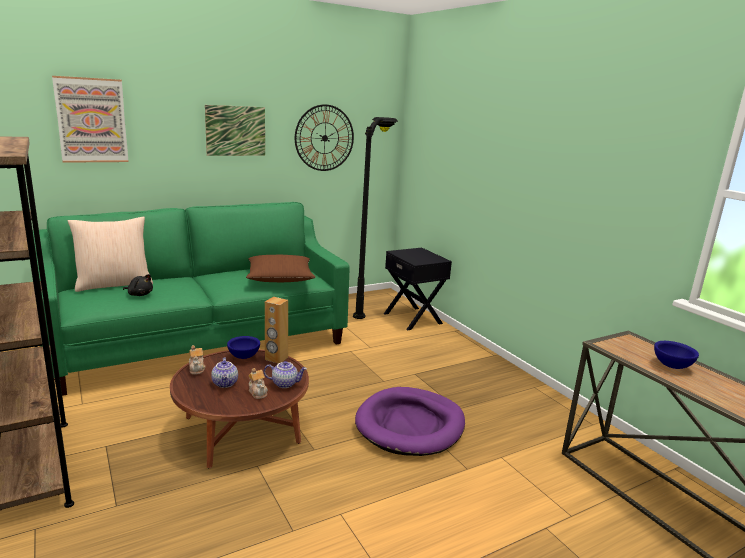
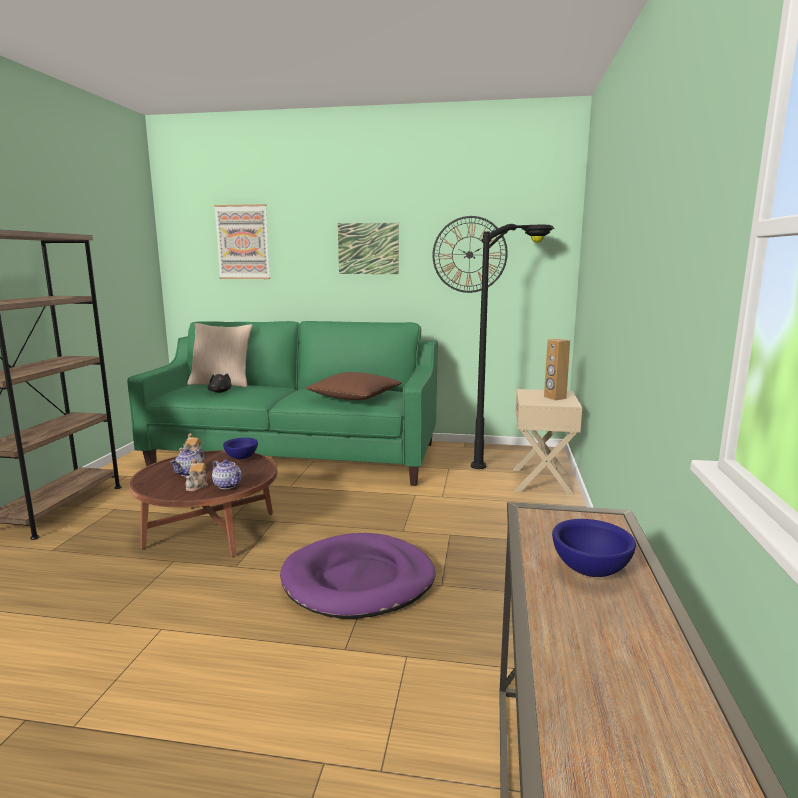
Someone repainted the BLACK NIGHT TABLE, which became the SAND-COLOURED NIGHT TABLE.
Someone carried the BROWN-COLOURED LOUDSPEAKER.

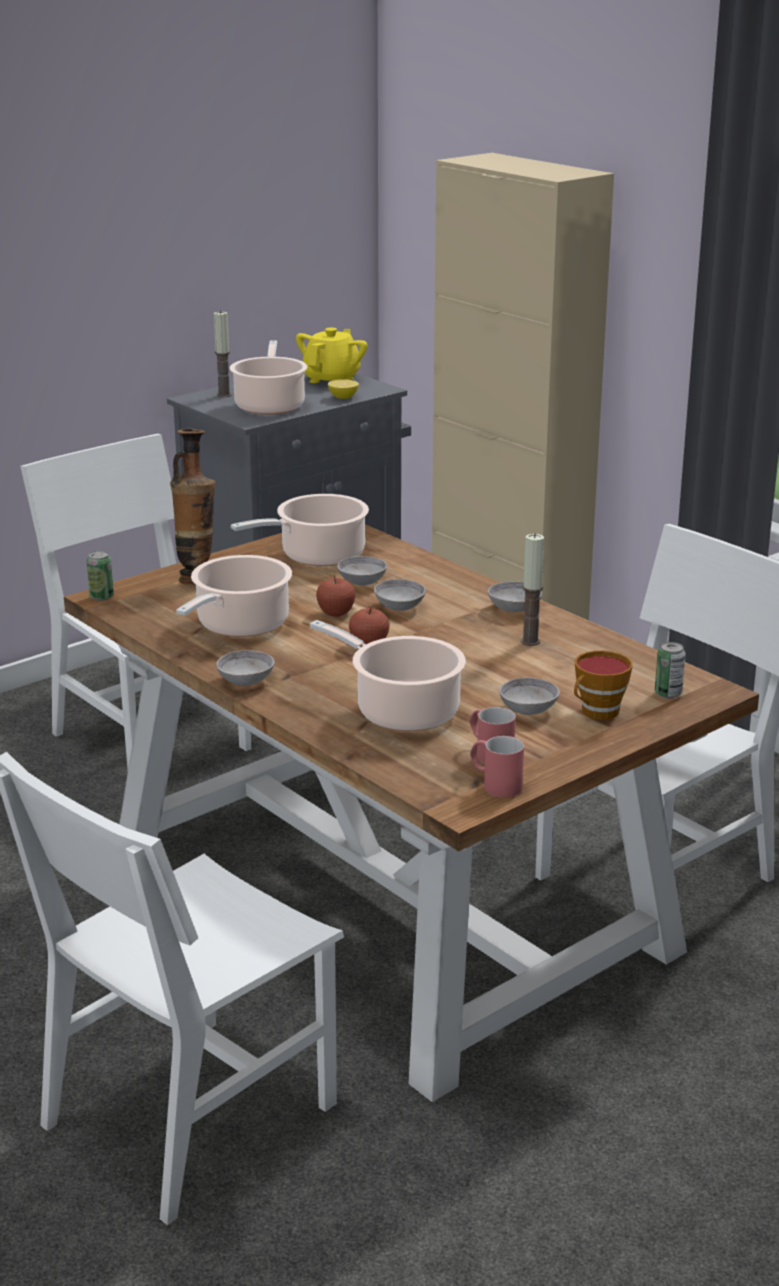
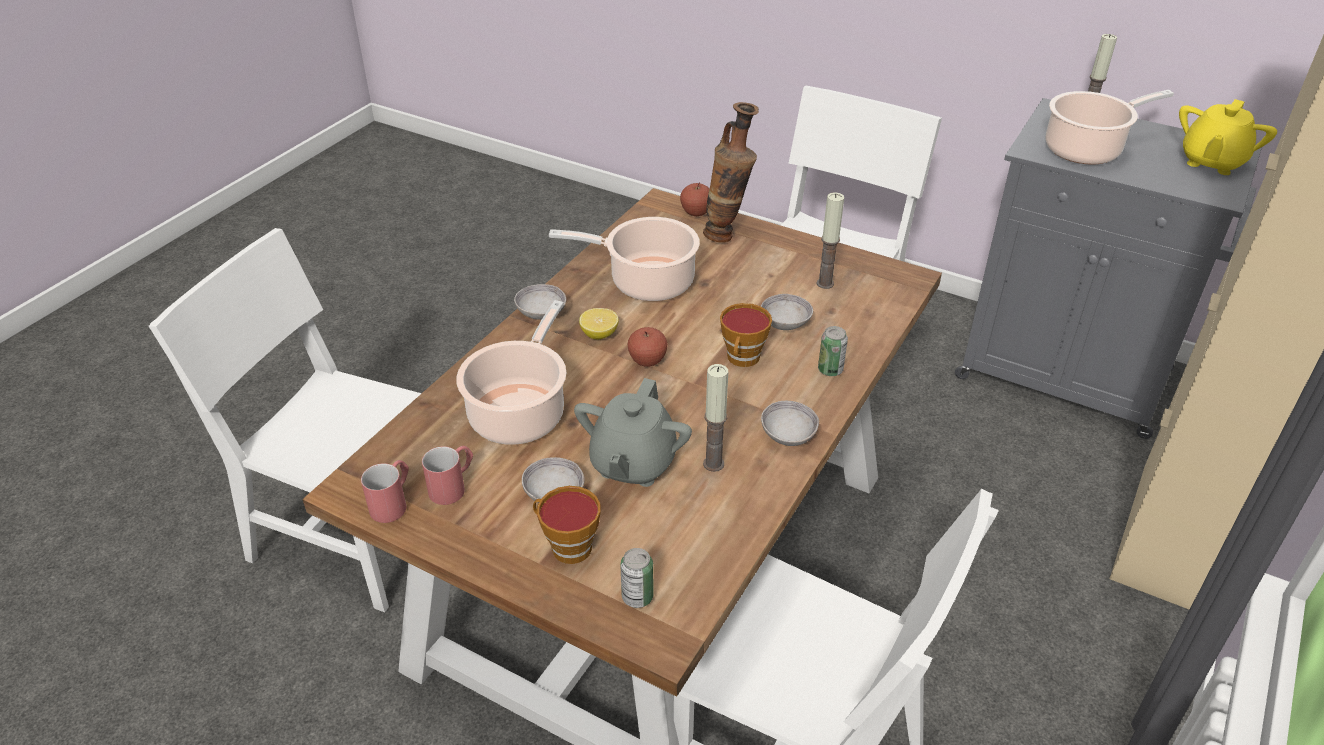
Someone rotated the YELLOW POT FOR TEA by 120 degrees clockwise.
Someone carried the LEMON.
Someone swapped the COOKING POT (3rd from left) for the WAX LIGHT (2nd from left).
Someone carried the METAL CAN (1st from left in the first image).
Someone carried the APPLE FRUIT (1st from left in the first image).
Someone swapped the GREYISH DEEP DISH (3rd from left) for the CUP (2nd from left).
Someone put down the GREYISH POT FOR TEA.

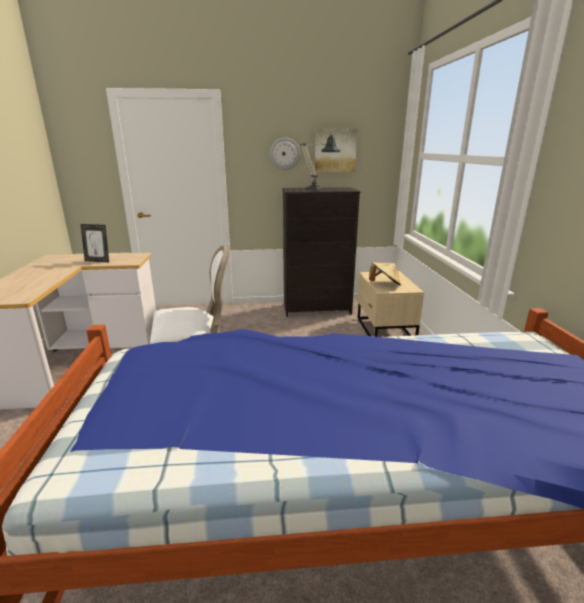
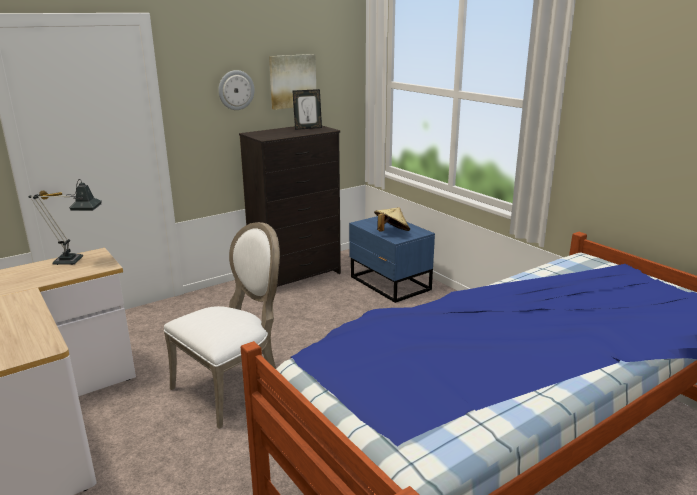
Someone carried the TABLETOP LAMP.
Someone carried the PHOTO FRAME.
Someone repainted the SAND-COLOURED NIGHT TABLE, which became the BLUE NIGHT TABLE.

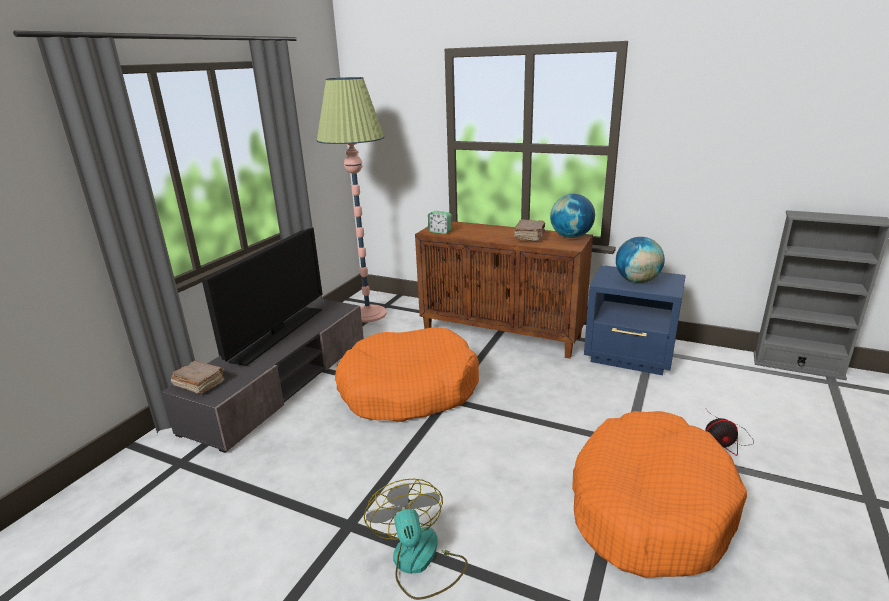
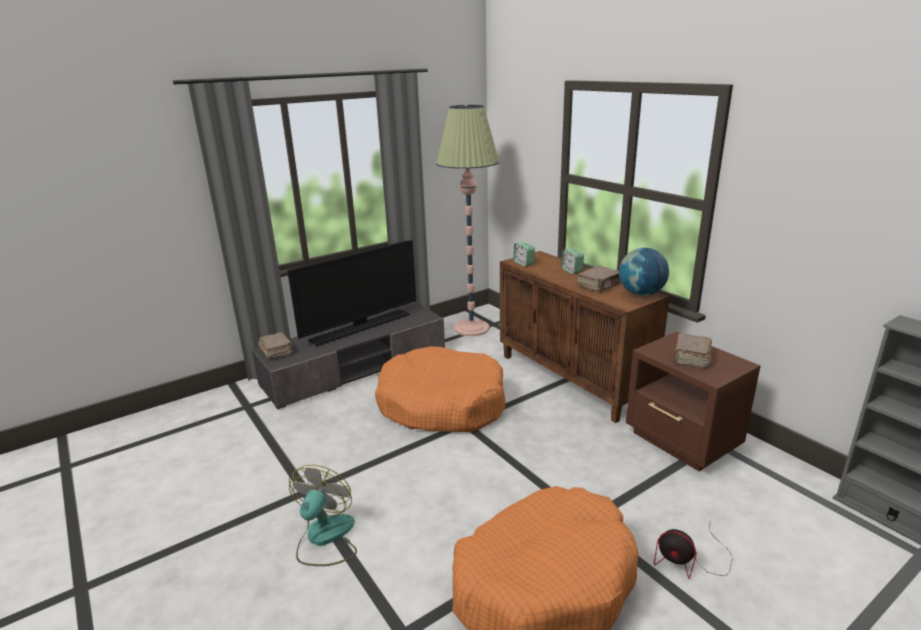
Someone swapped the WORLD GLOBE (2nd from left) for the BROWN-COLOURED VOLUME (3rd from left).
Someone repainted the BLUE NIGHT TABLE, which became the BROWN-COLOURED NIGHT TABLE.
Someone put down the ALARM CLOCK (2nd from left).

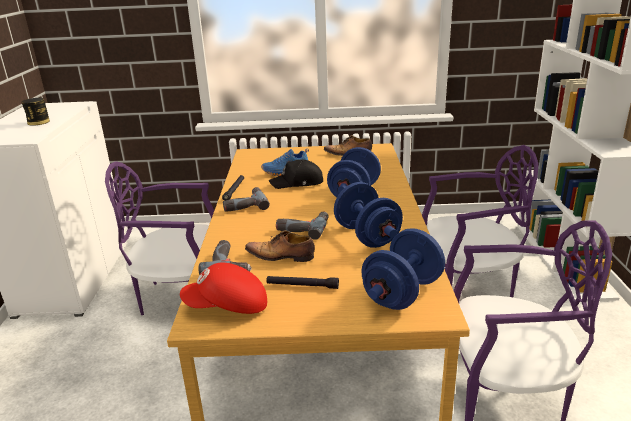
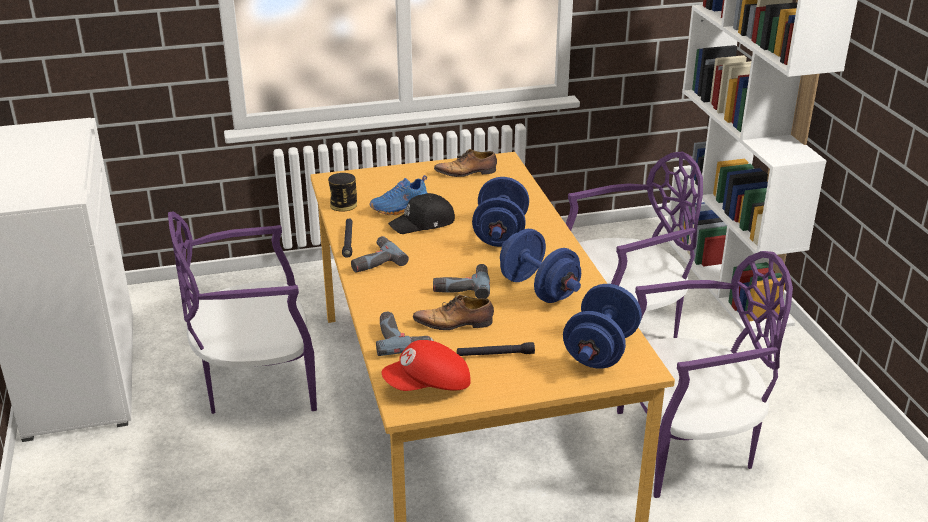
Someone carried the METAL CAN.

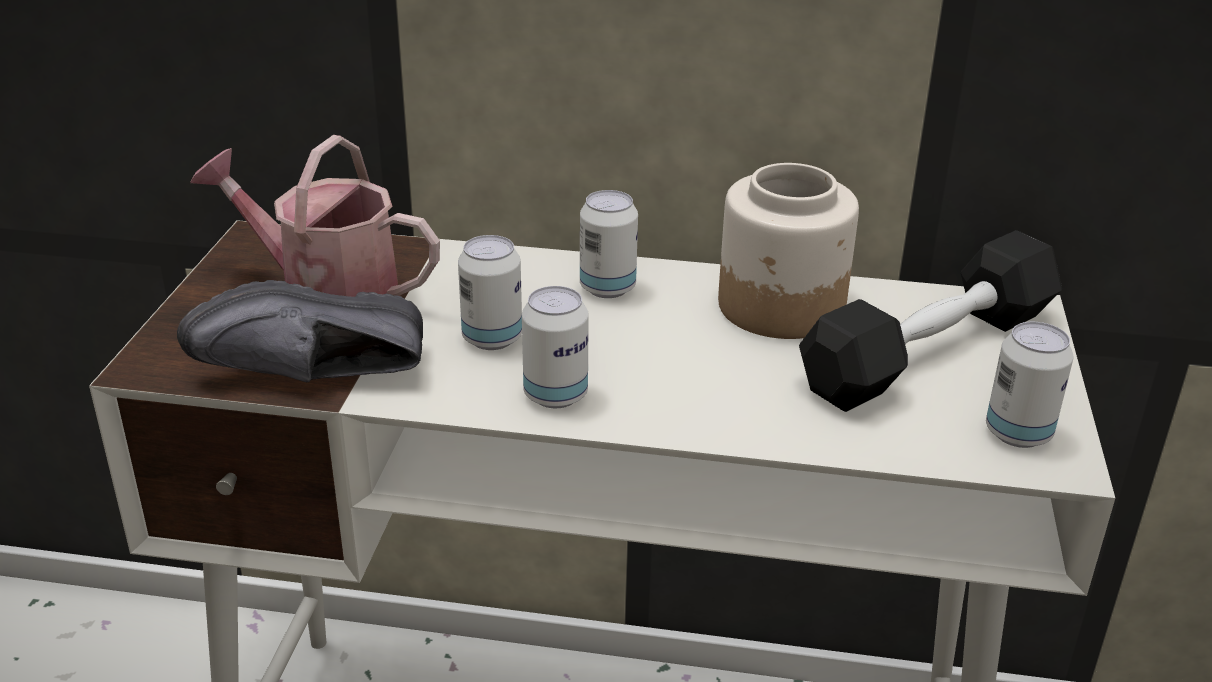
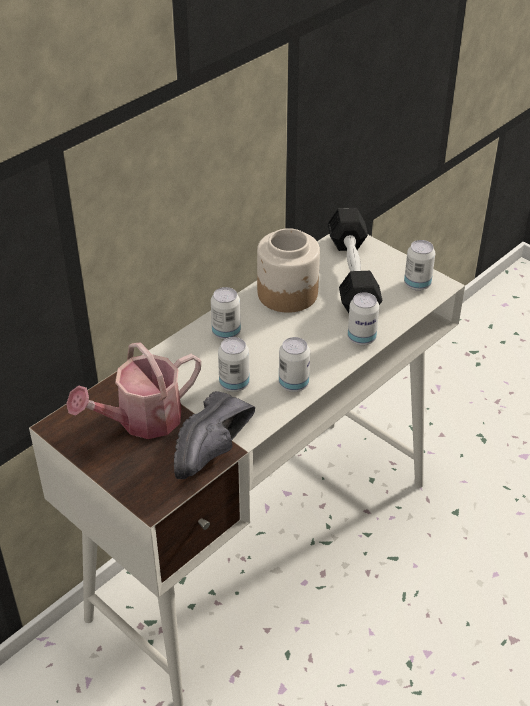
Someone put down the METAL CAN (4th from left).

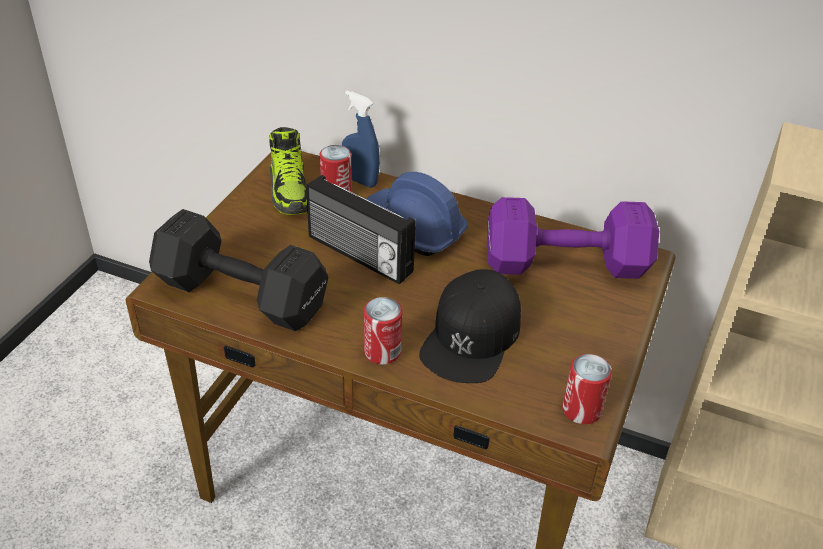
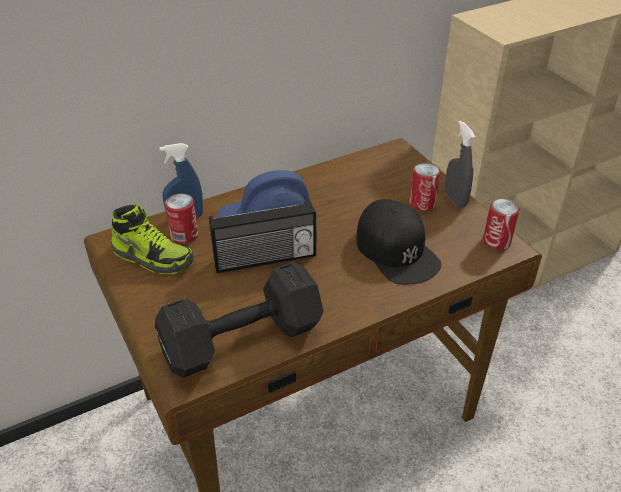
Someone took away the PURPLE FREE WEIGHT.
Someone carried the METAL CAN (2nd from left).
Someone put down the GREYISH SPRAY BOTTLE.

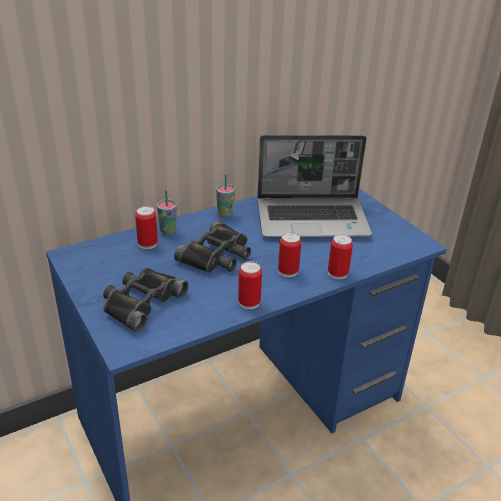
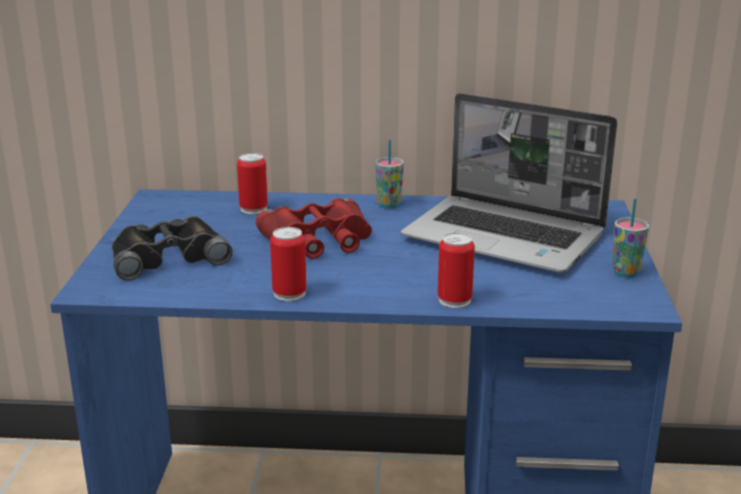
Someone carried the CUP (1st from left in the first image).
Someone repainted the BLACK BINOCULARS (2nd from left), which became the REDDISH BINOCULARS.
Someone took away the METAL CAN (3rd from left).

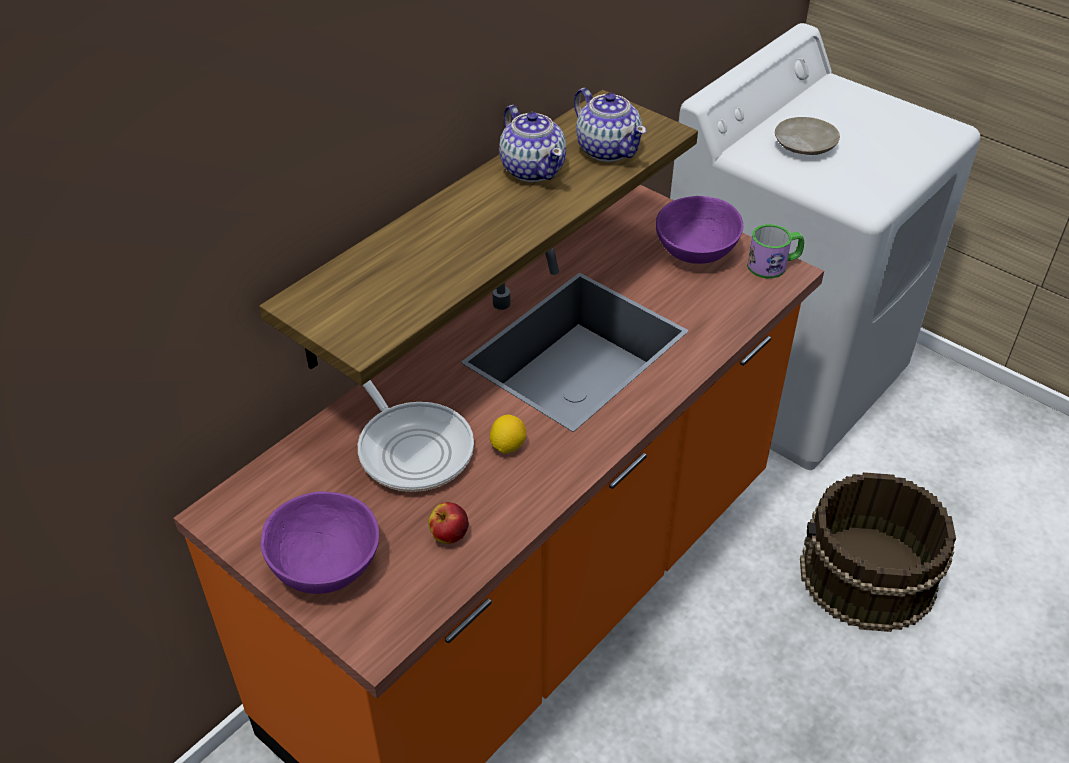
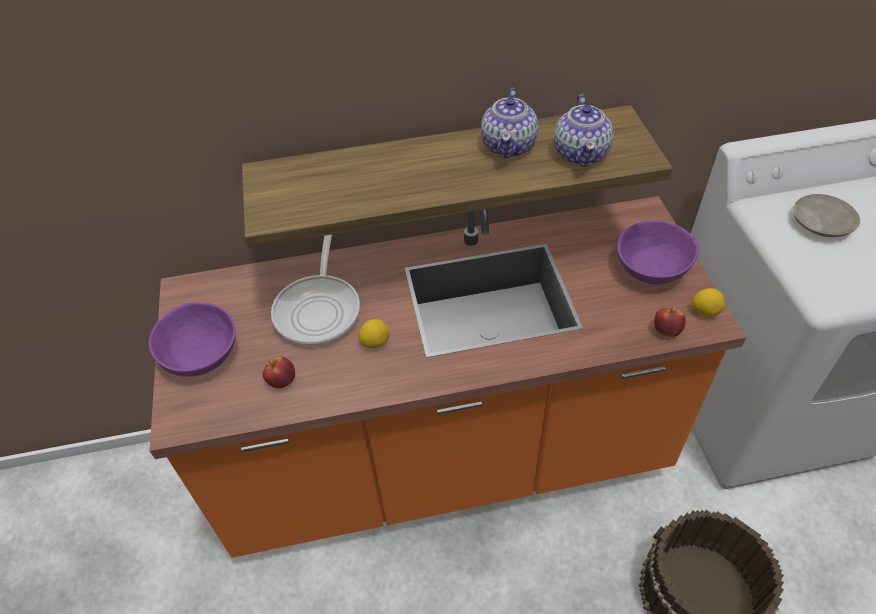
Someone swapped the TEA MUG for the LEMON (2nd from left).
Someone put down the APPLE FRUIT (2nd from left).

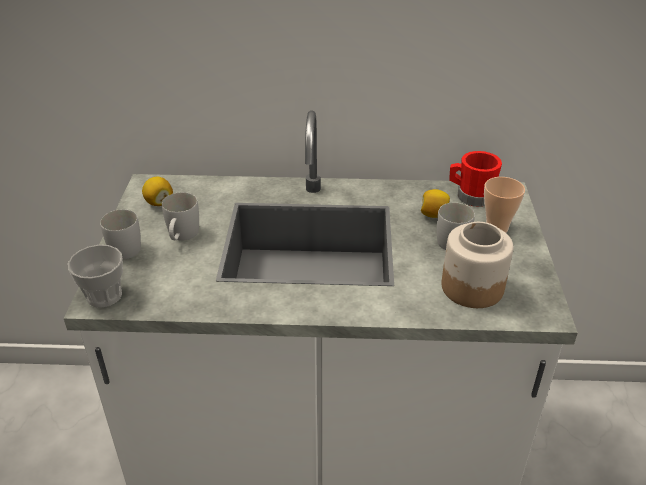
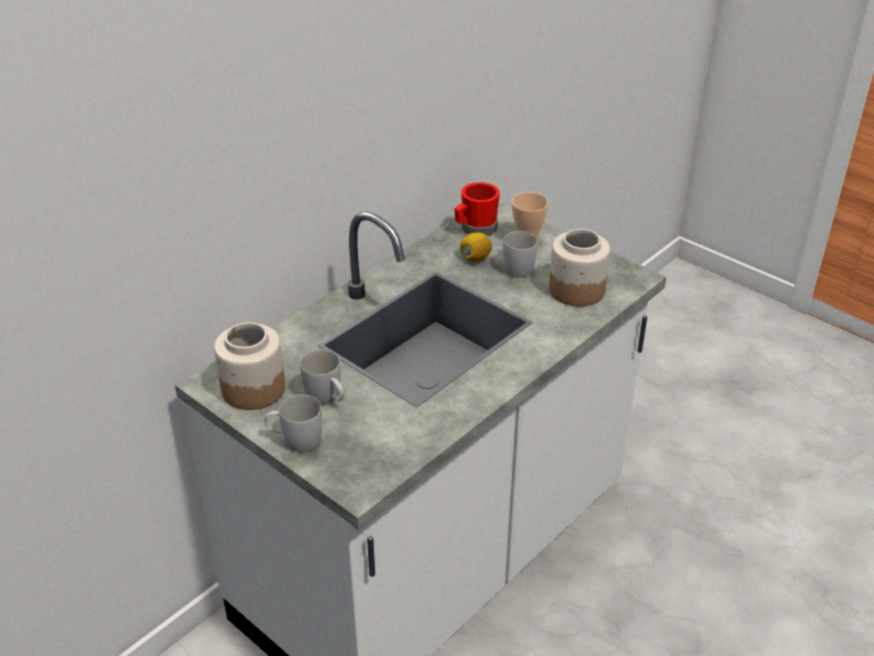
Someone swapped the LEMON (1st from left) for the PRESERVE JAR (1st from left).
Someone took away the CUP (1st from left).

